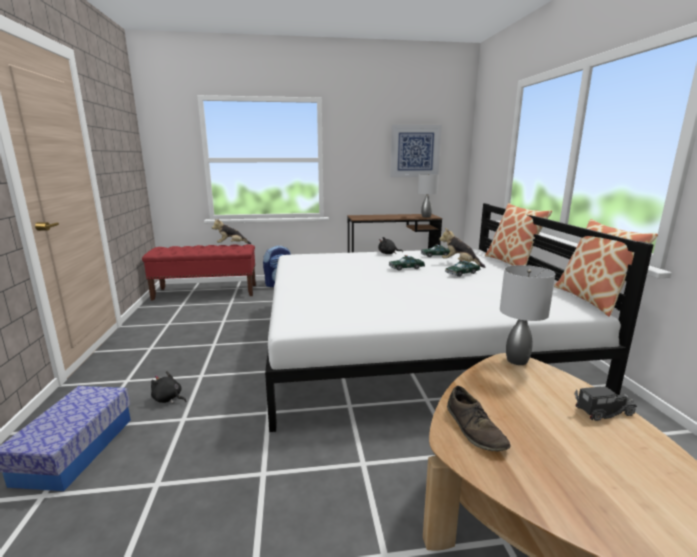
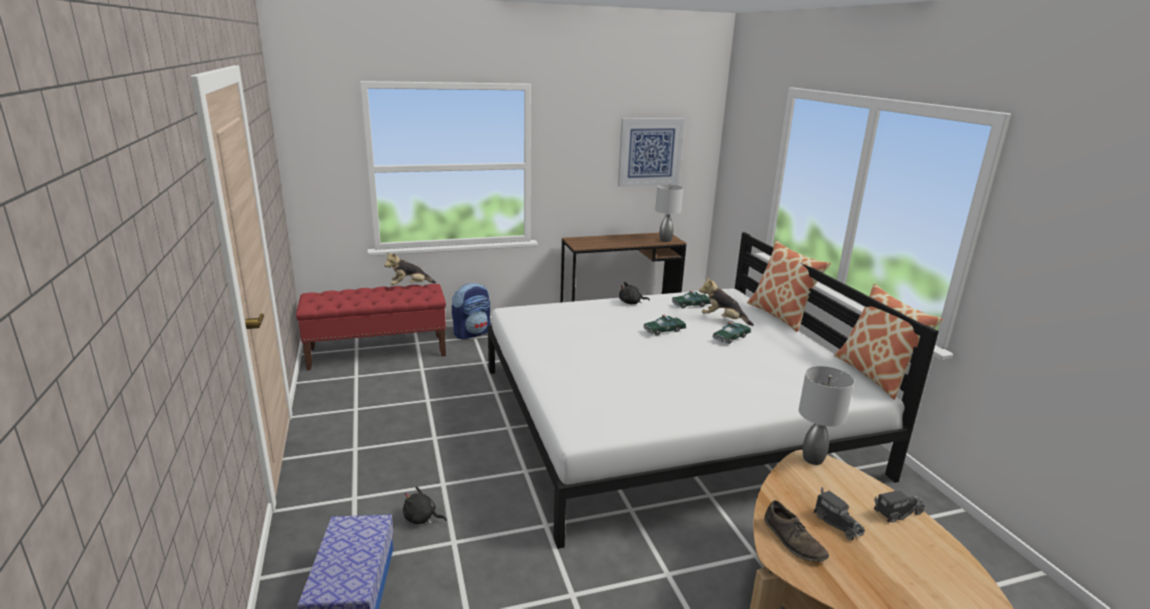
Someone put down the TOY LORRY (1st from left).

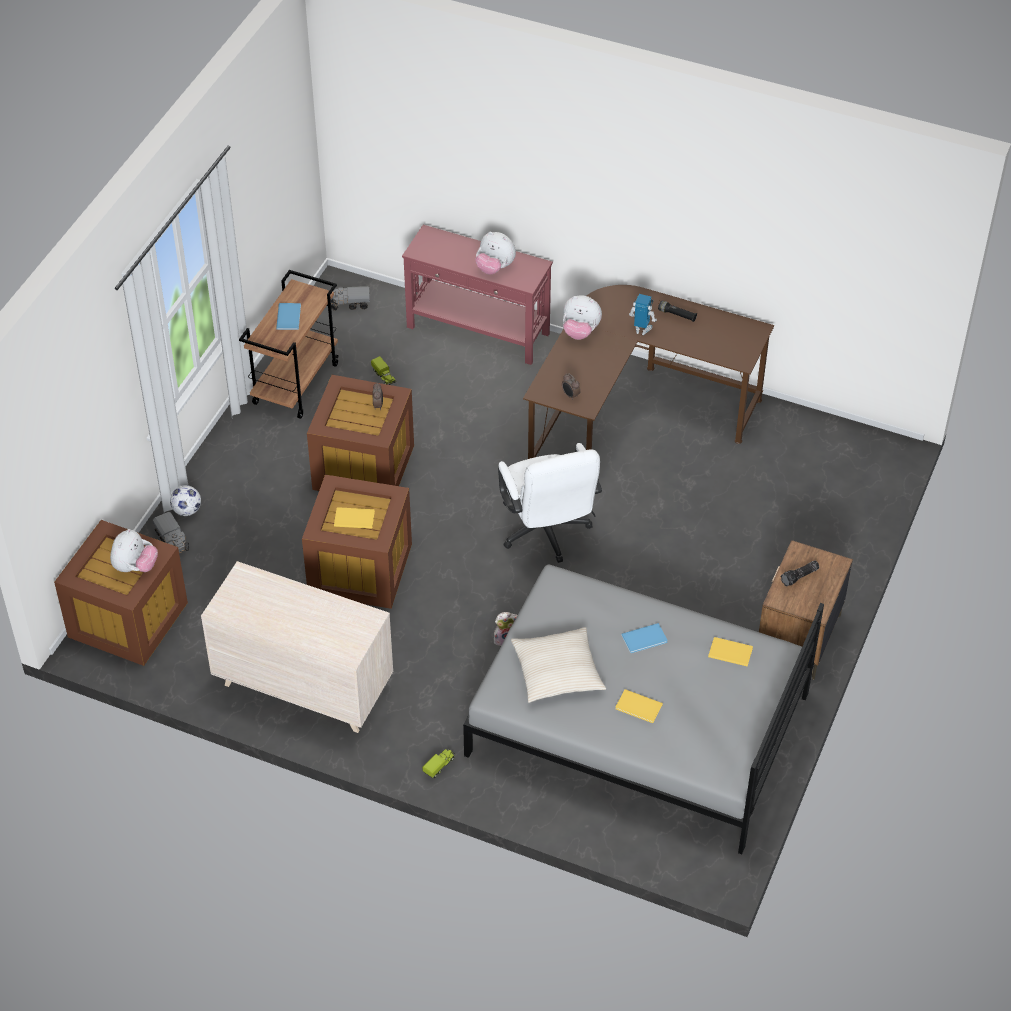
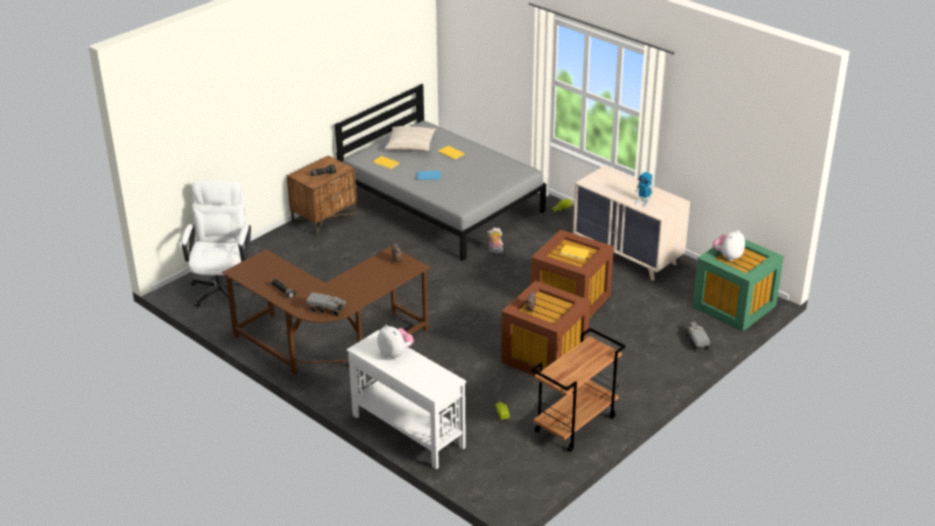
Someone repainted the REDDISH HALL TABLE, which became the WHITE HALL TABLE.
Someone carried the TOY LORRY (2nd from left in the first image).
Someone carried the MODEL ROBOT.
Someone took away the SOFT TOY (4th from left).
Someone took away the BLUE VOLUME (1st from left).
Someone carried the WHITE COMPUTER CHAIR.
Someone took away the FOOTBALL.
Someone repainted the BROWN-COLOURED STORAGE CONTAINER (1st from left), which became the GREEN STORAGE CONTAINER.
Someone carried the SAND-COLOURED CUSHION.

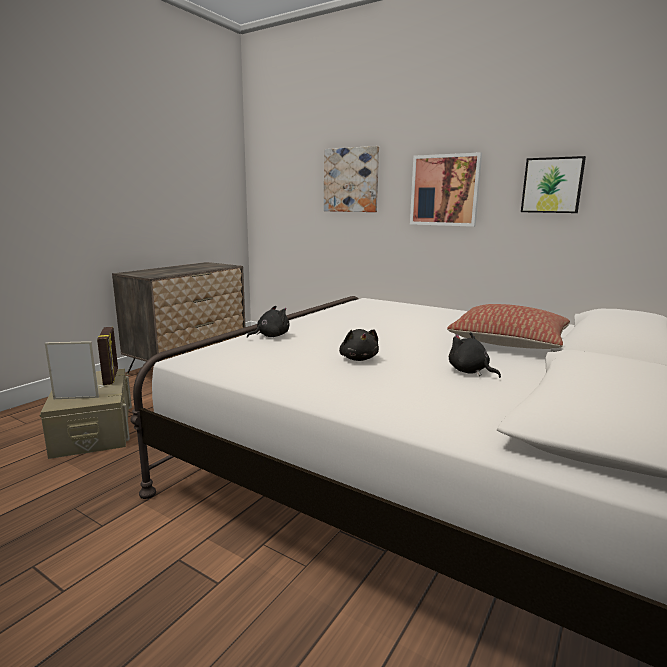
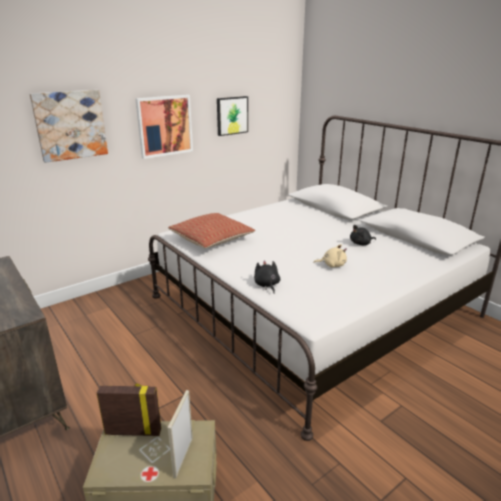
Someone carried the CUSHION.
Someone repainted the BLACK SOFT TOY (2nd from left), which became the SAND-COLOURED SOFT TOY.

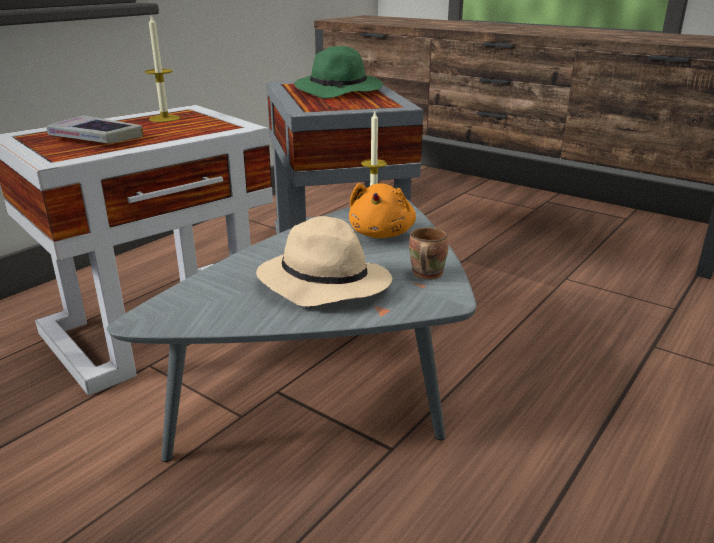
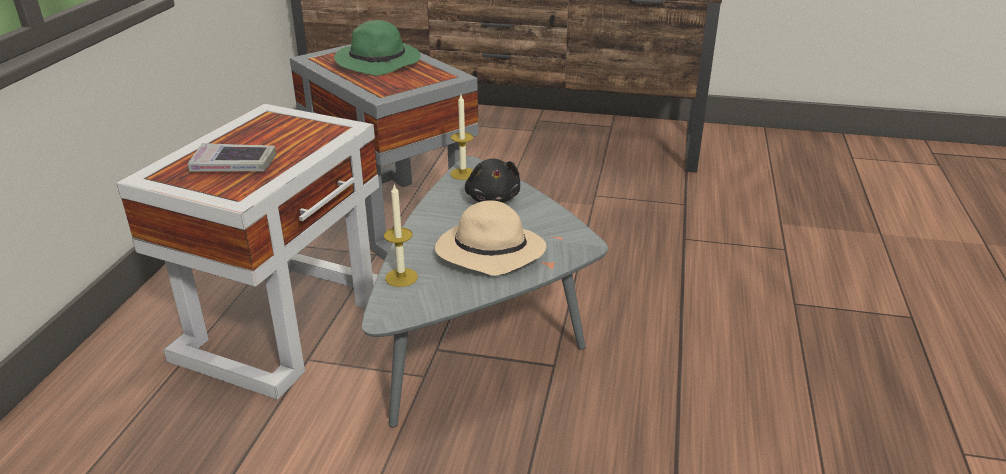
Someone carried the WAX LIGHT (1st from left).
Someone repainted the ORANGE SOFT TOY, which became the BLACK SOFT TOY.
Someone took away the BROWN-COLOURED TEA MUG.

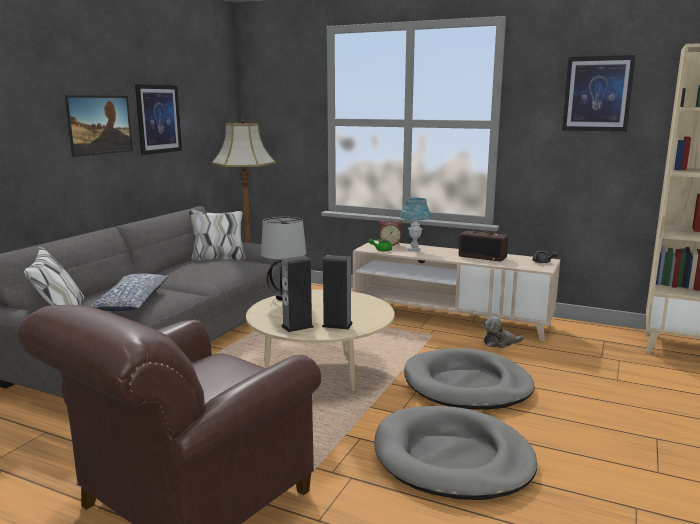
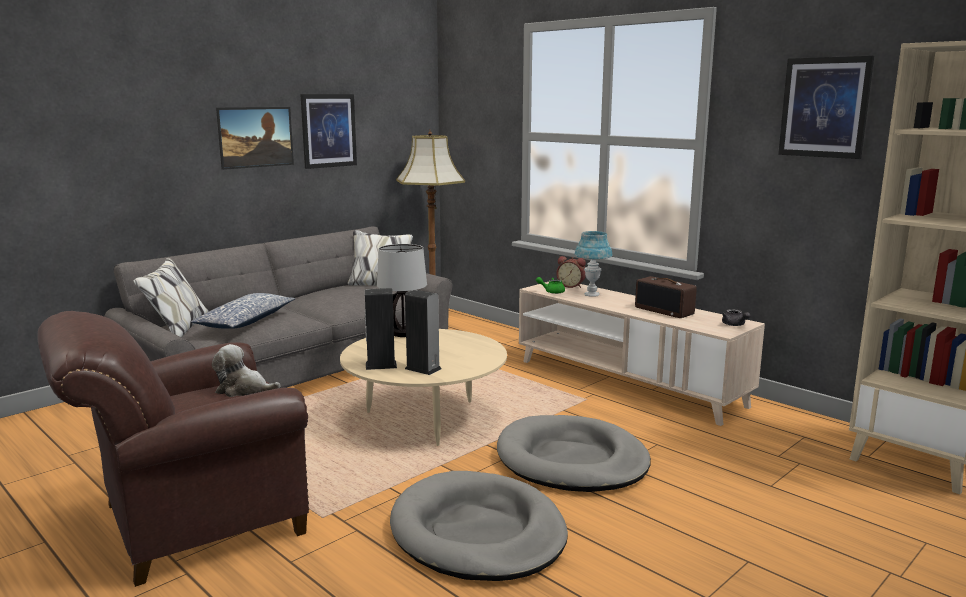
Someone carried the SOFT TOY.

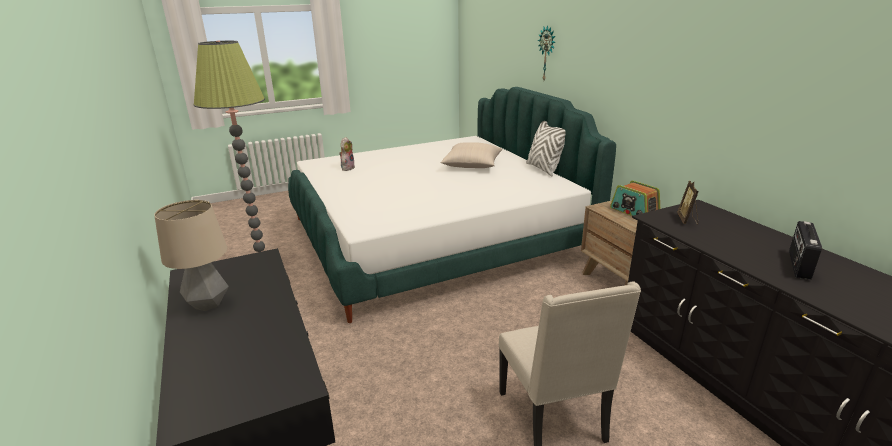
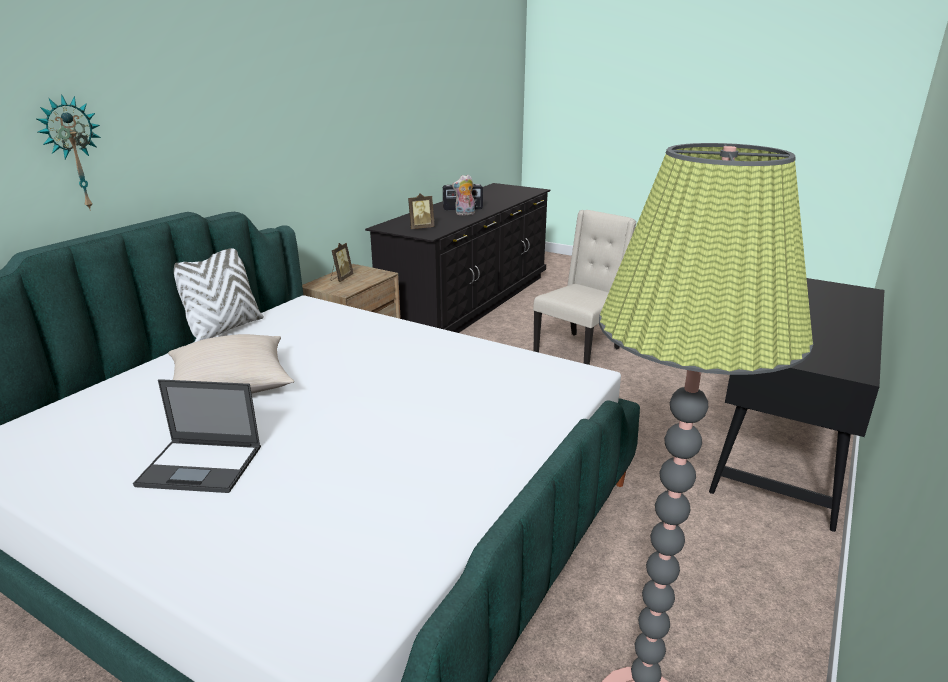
Someone carried the SOFT TOY.
Someone swapped the RADIO SET (1st from left) for the PHOTO FRAME (1st from left).
Someone took away the TABLETOP LAMP.
Someone put down the NOTEBOOK COMPUTER.

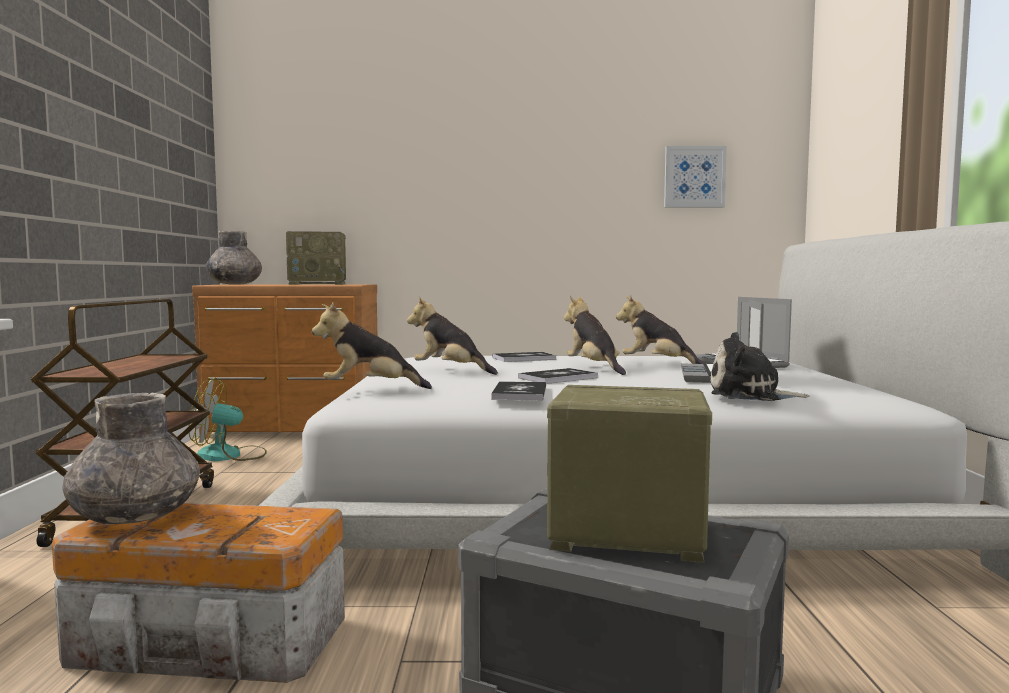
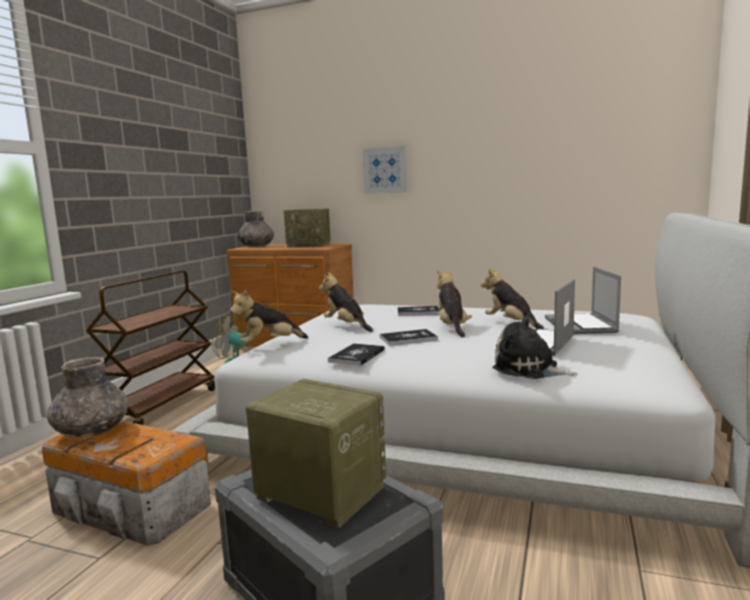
Someone carried the PICTURE.
Someone rotated the SOFT TOY (1st from left) by 45 degrees counterclockwise.

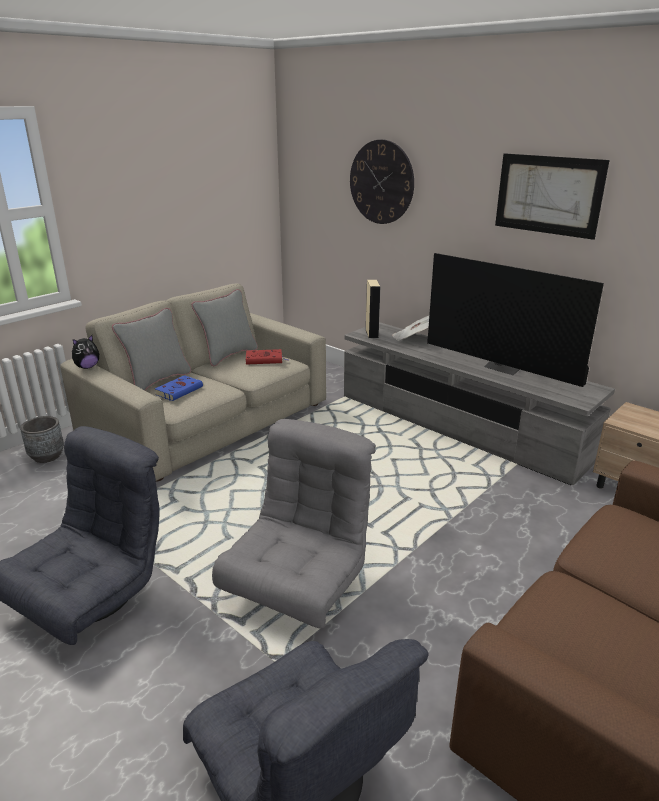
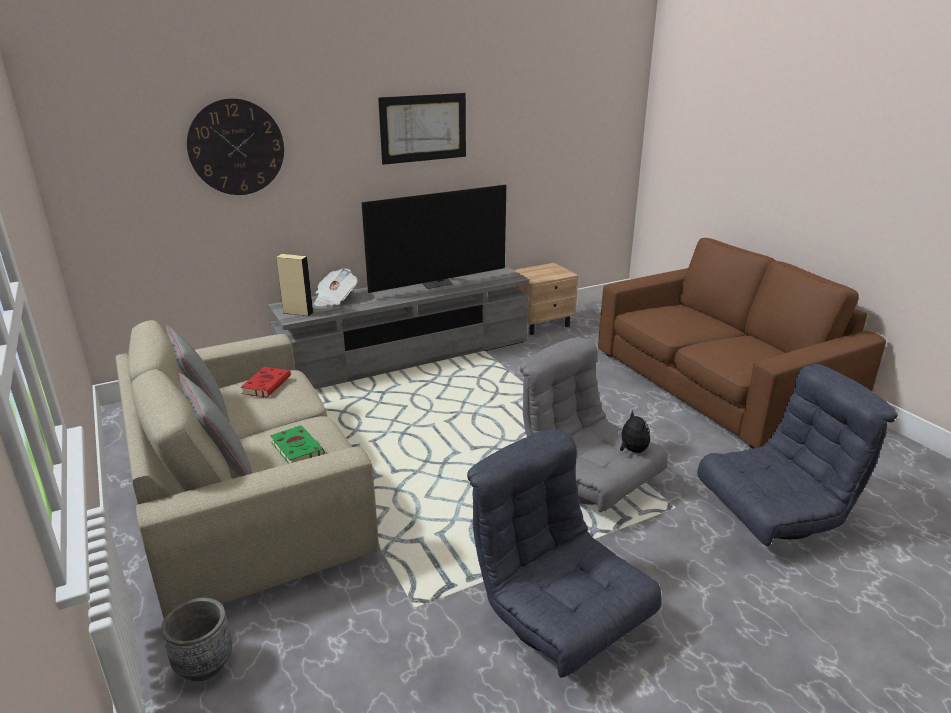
Someone carried the SOFT TOY.
Someone repainted the BLUE VOLUME, which became the GREEN VOLUME.

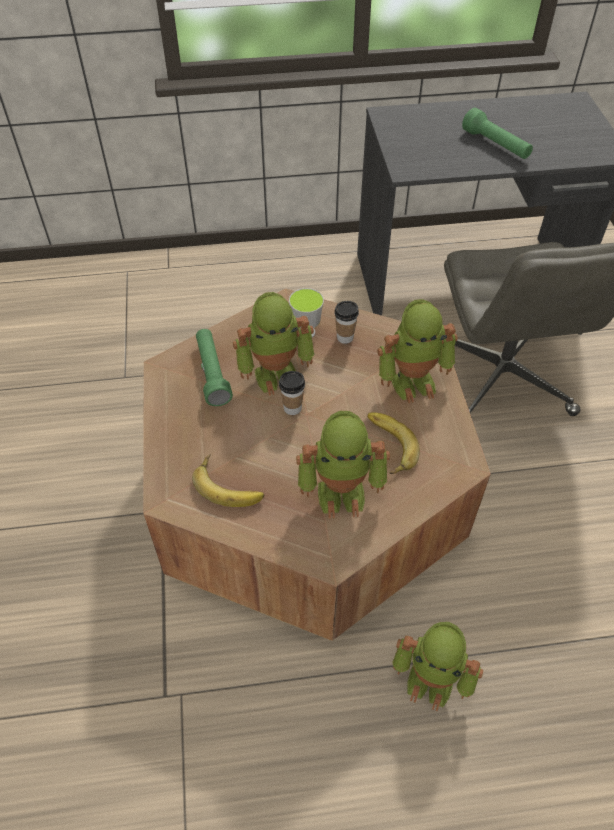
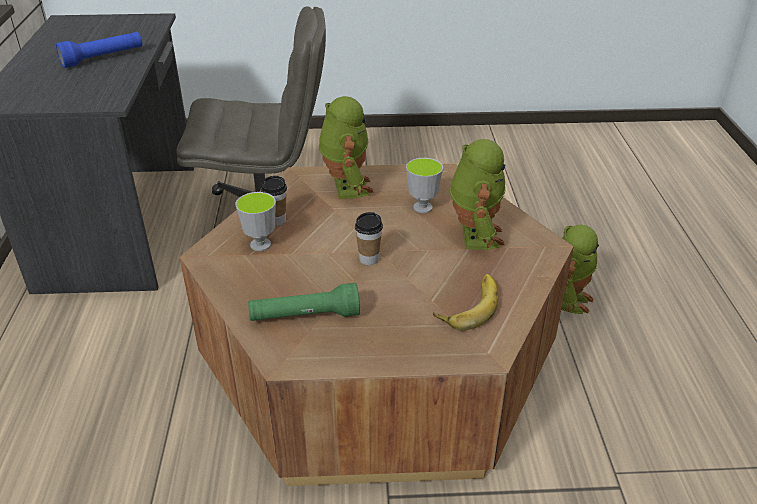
Someone repainted the GREEN FLASHLIGHT (2nd from left), which became the BLUE FLASHLIGHT.
Someone took away the MODEL ROBOT (1st from left).
Someone swapped the BANANA (2nd from left) for the CUP (4th from left).

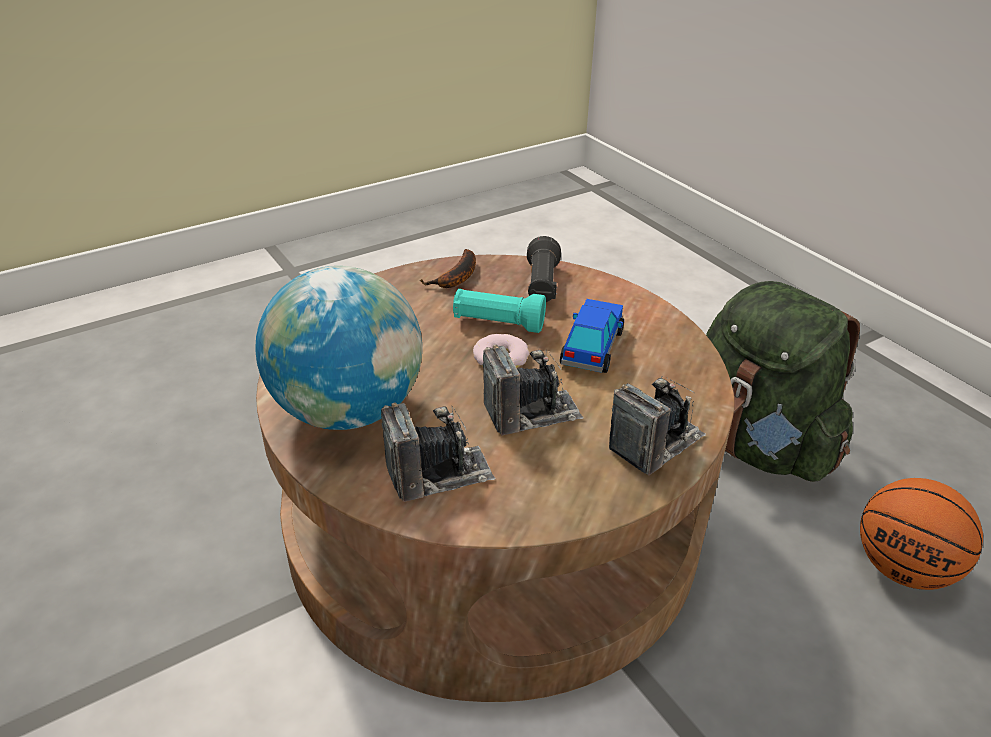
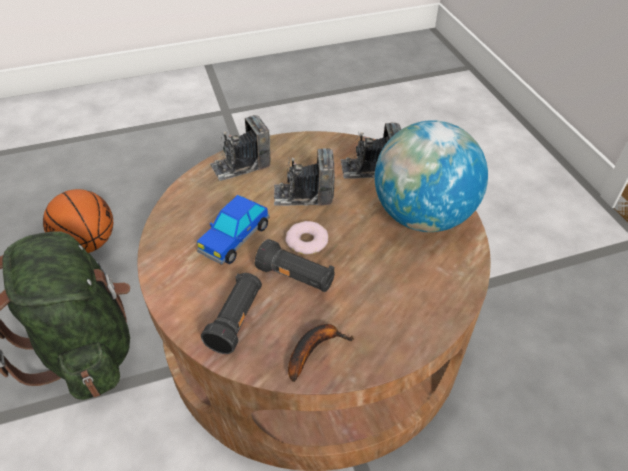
Someone repainted the BLUE-GREEN FLASHLIGHT, which became the BLACK FLASHLIGHT (2nd from left).

